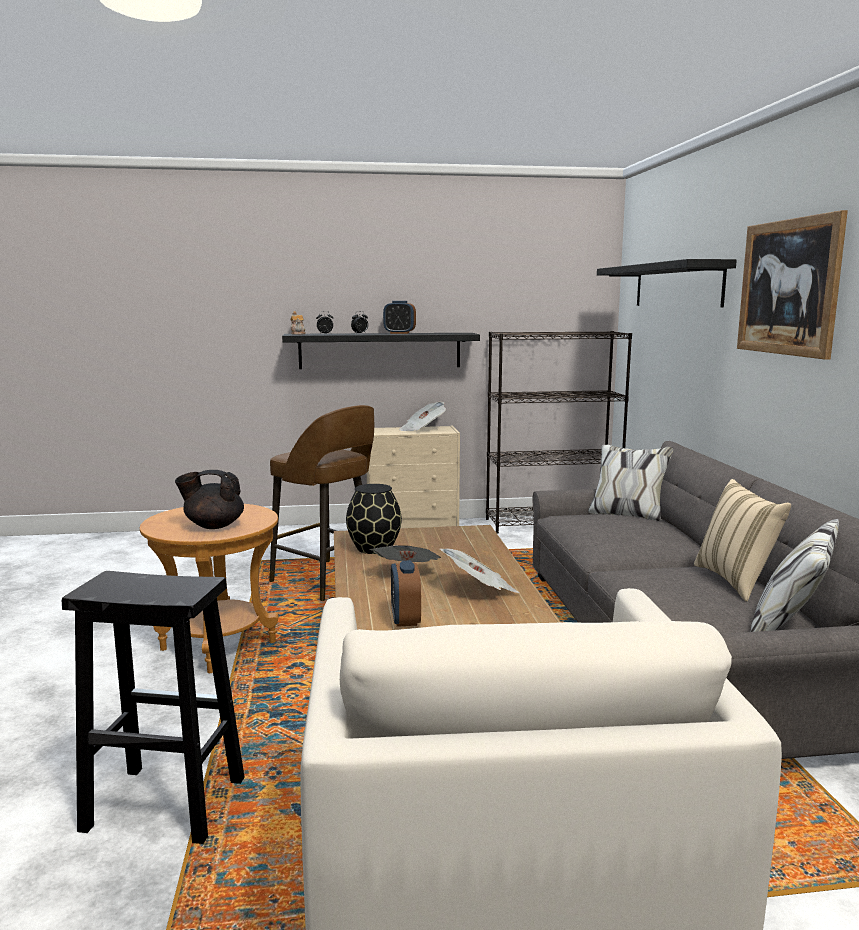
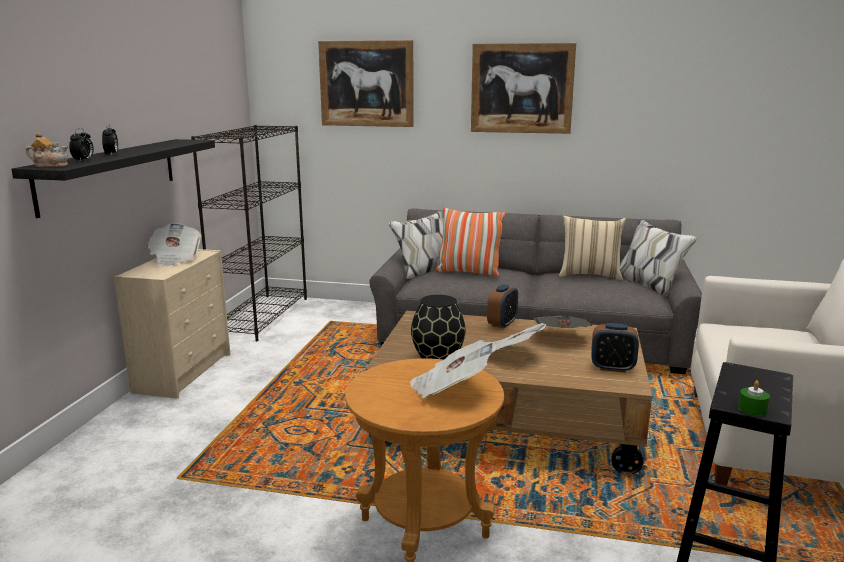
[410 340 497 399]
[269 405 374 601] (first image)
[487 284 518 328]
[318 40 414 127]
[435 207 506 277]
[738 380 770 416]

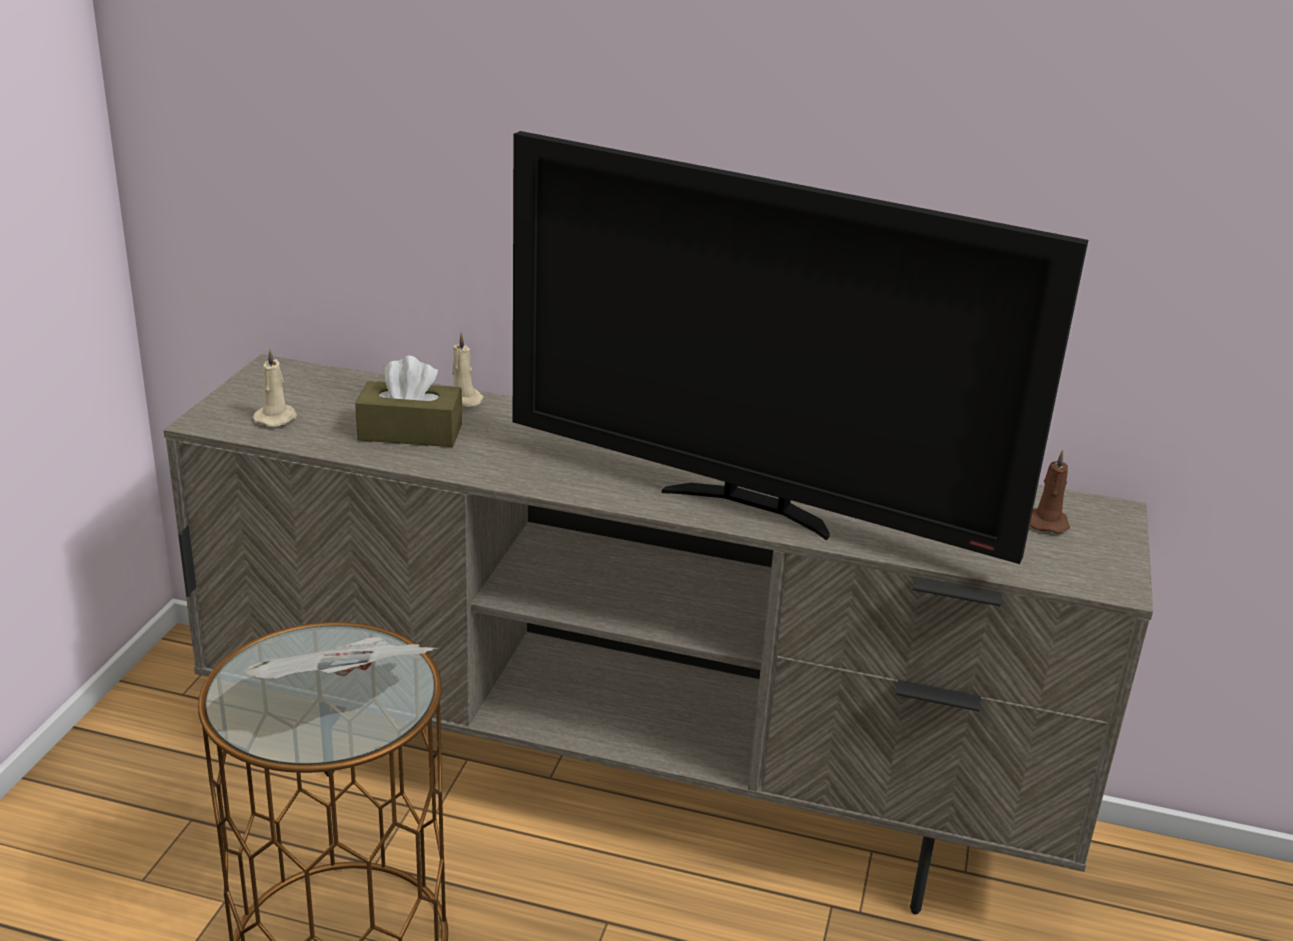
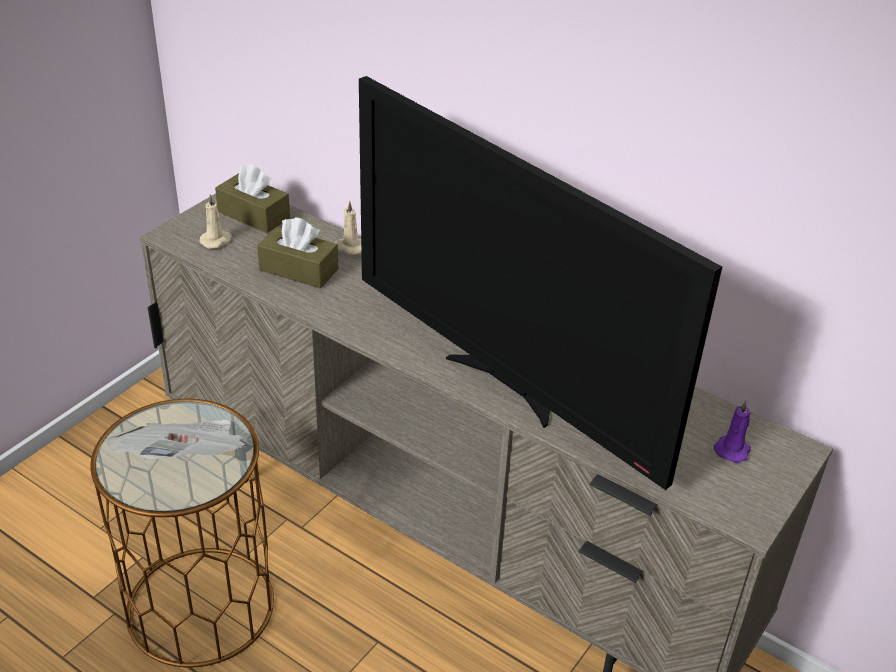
[714 400 751 463]
[215 164 290 233]

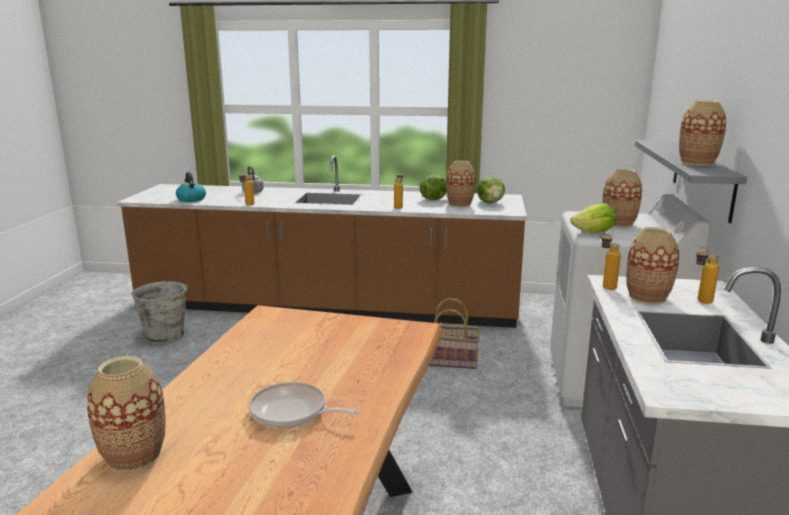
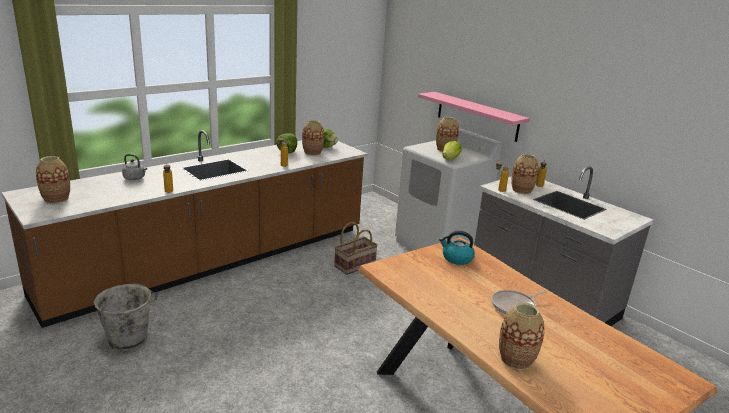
[439 231 475 265]
[418 92 530 142]
[36 156 70 204]

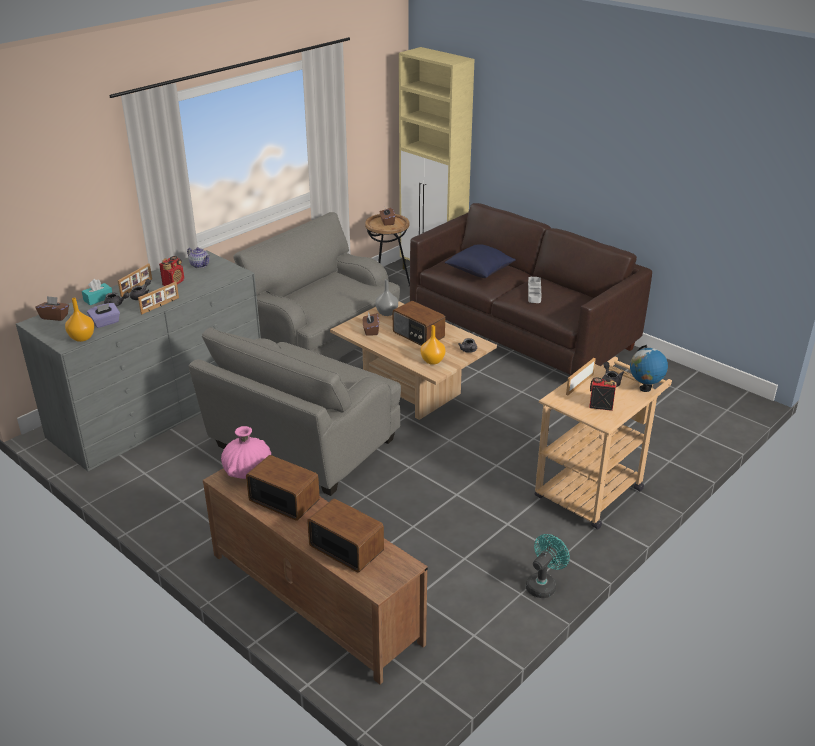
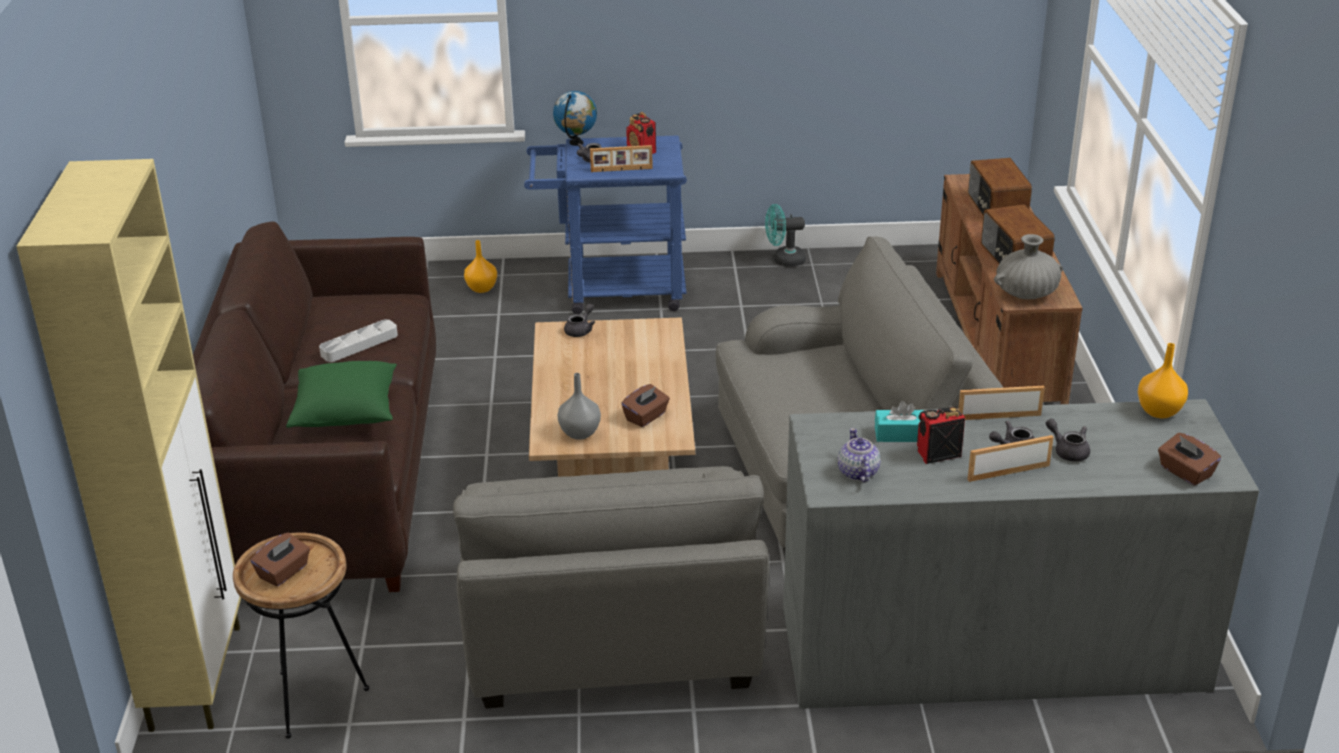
[875 401 924 442]
[87 303 120 328] (first image)
[994 234 1063 299]
[393 301 445 346] (first image)
[464 240 497 293]
[286 361 397 428]
[524 135 687 314]

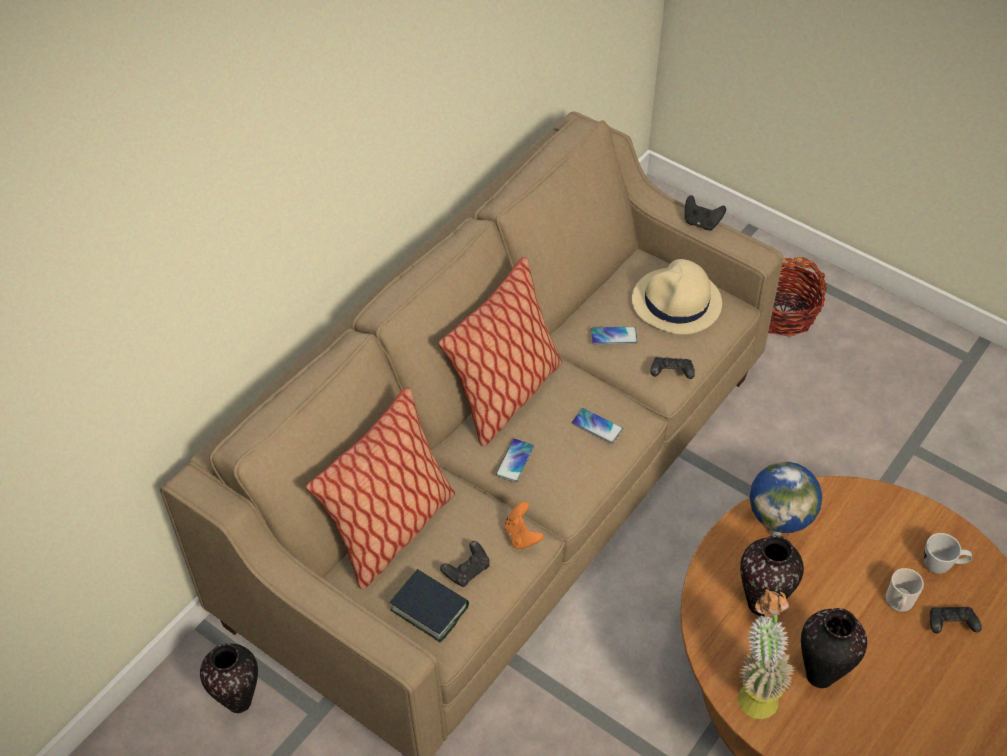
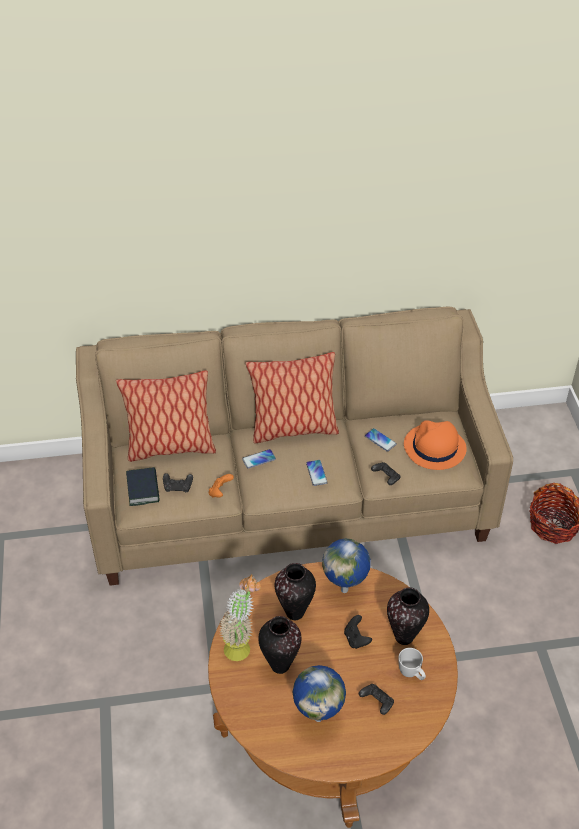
[387 587 429 645]
[404 420 467 470]
[344 615 372 649]
[886 568 924 612] (first image)
[292 665 346 722]

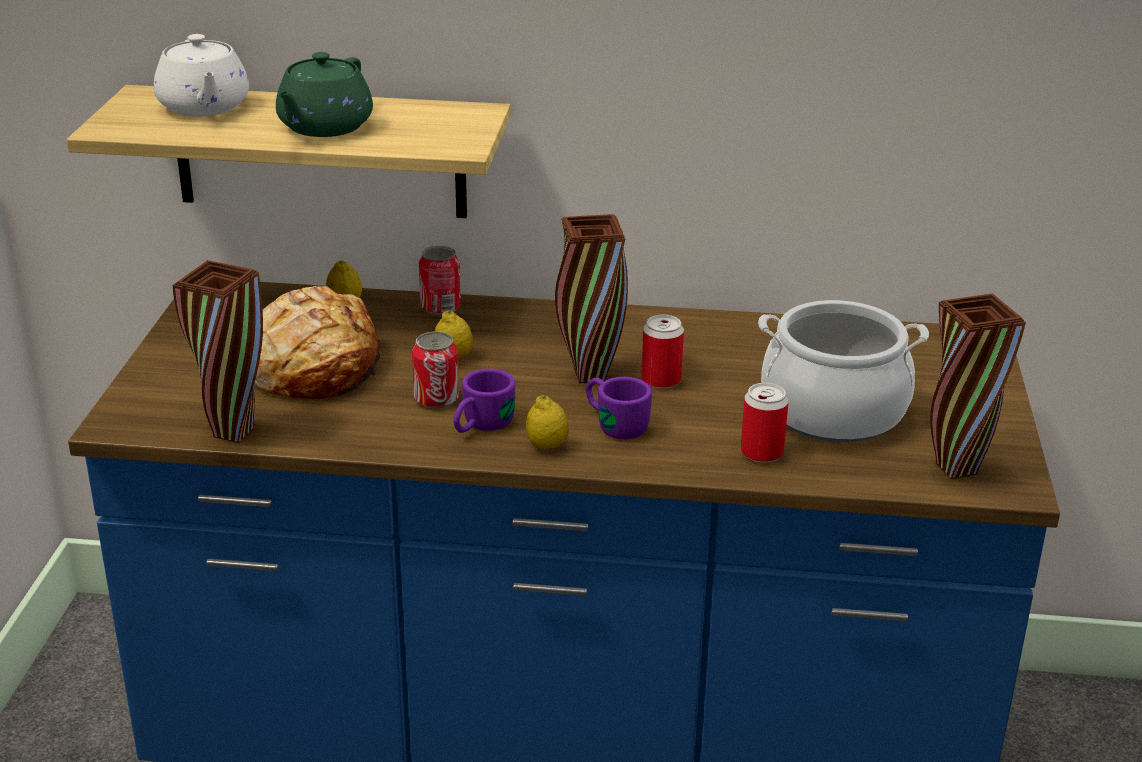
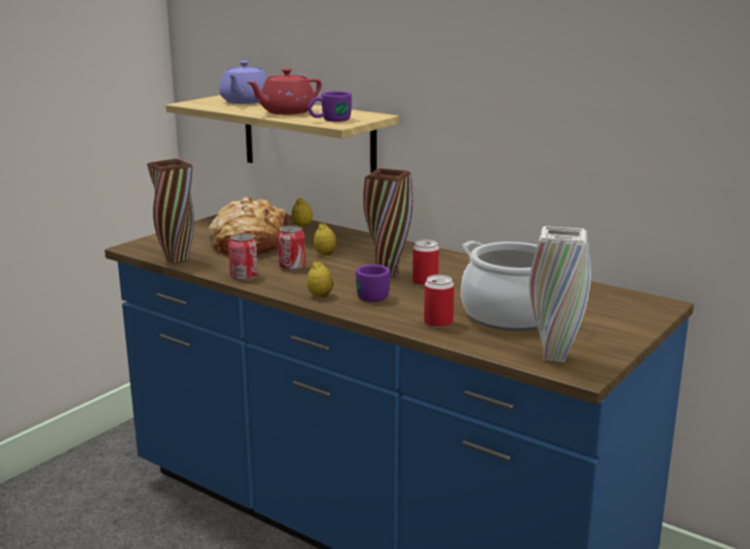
[219 61 267 104]
[246 69 322 115]
[228 233 258 280]
[308 91 352 122]
[529 226 591 362]

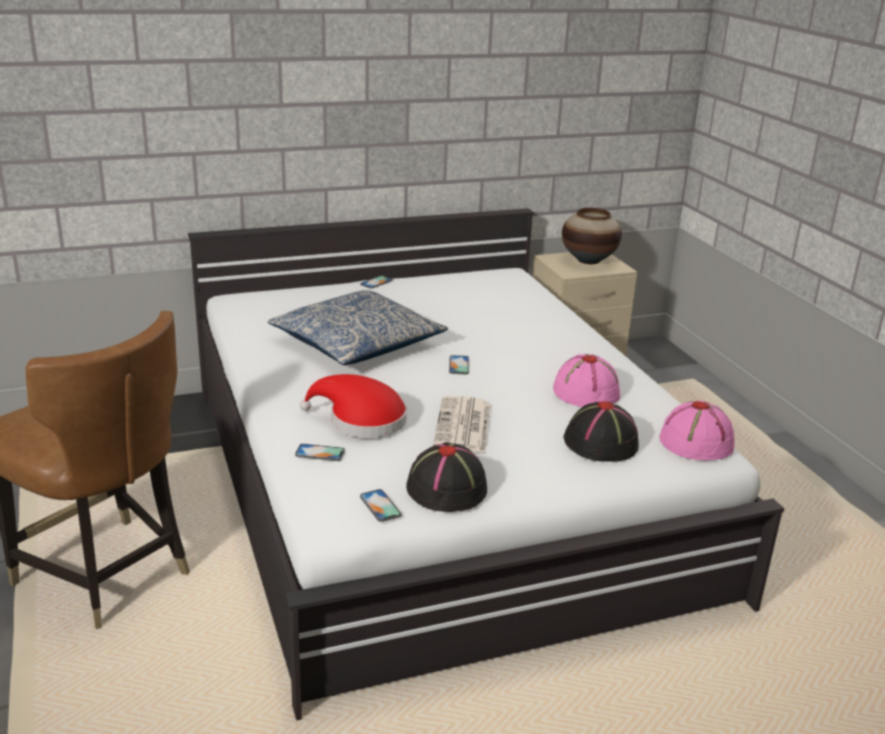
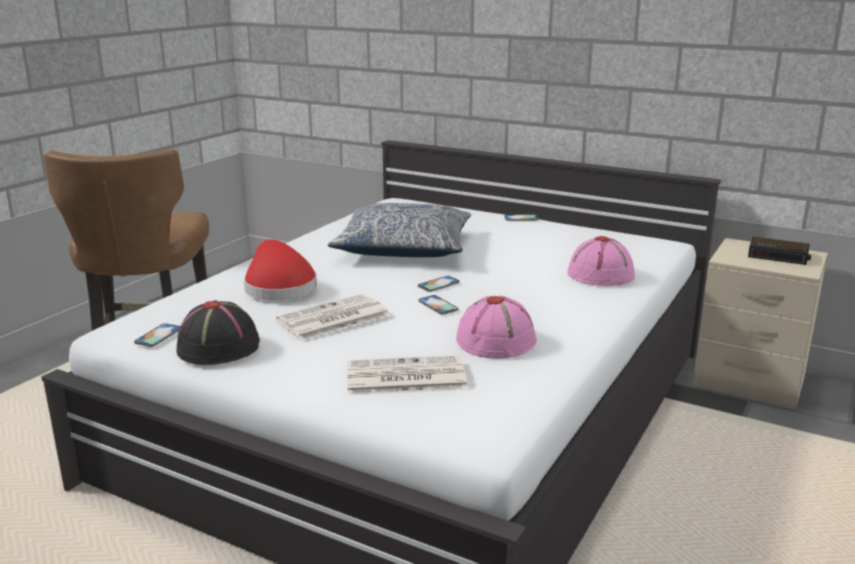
[419 295 458 315]
[748 237 811 265]
[347 356 468 395]
[567 236 635 286]

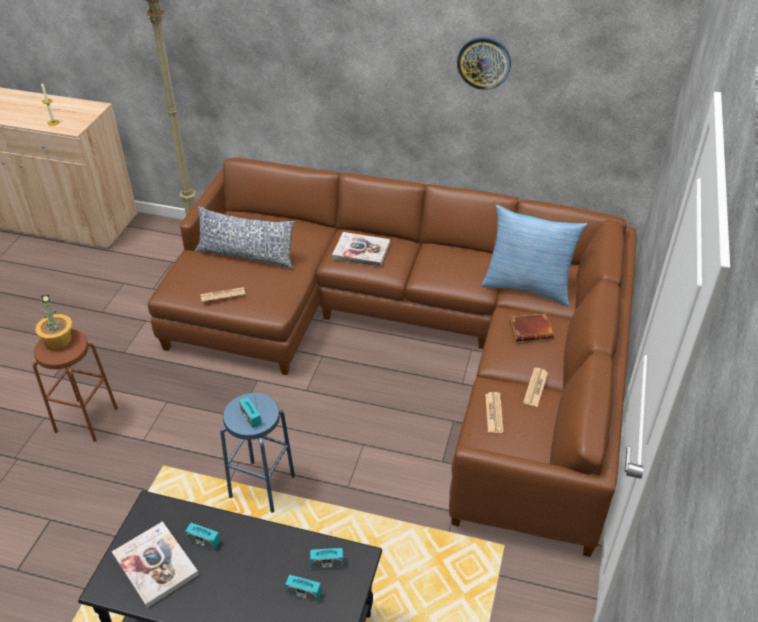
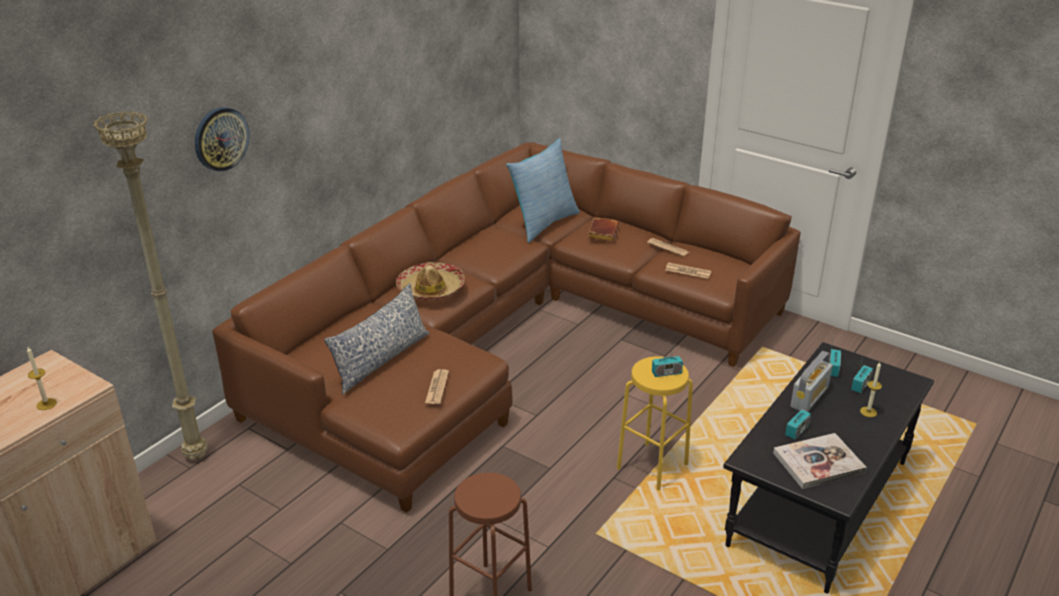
[35 294 73 349] (first image)
[617 356 693 490]
[396 262 465 300]
[195 107 250 172]
[790 351 833 412]
[860 362 882 417]

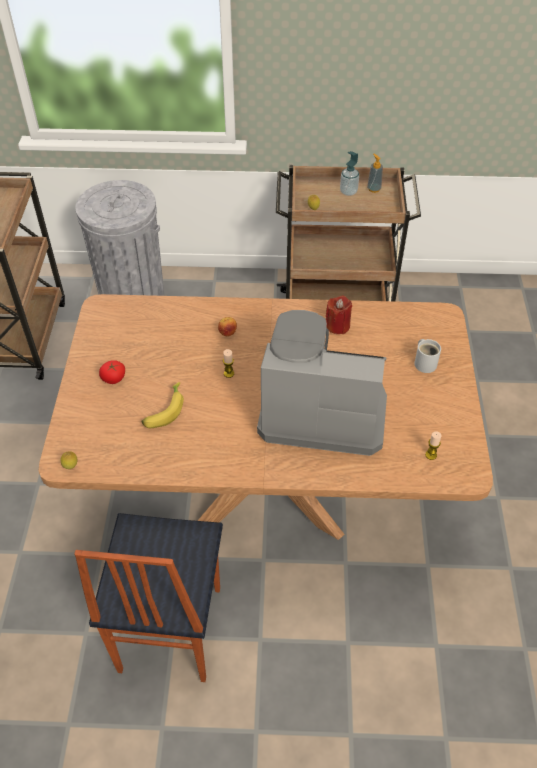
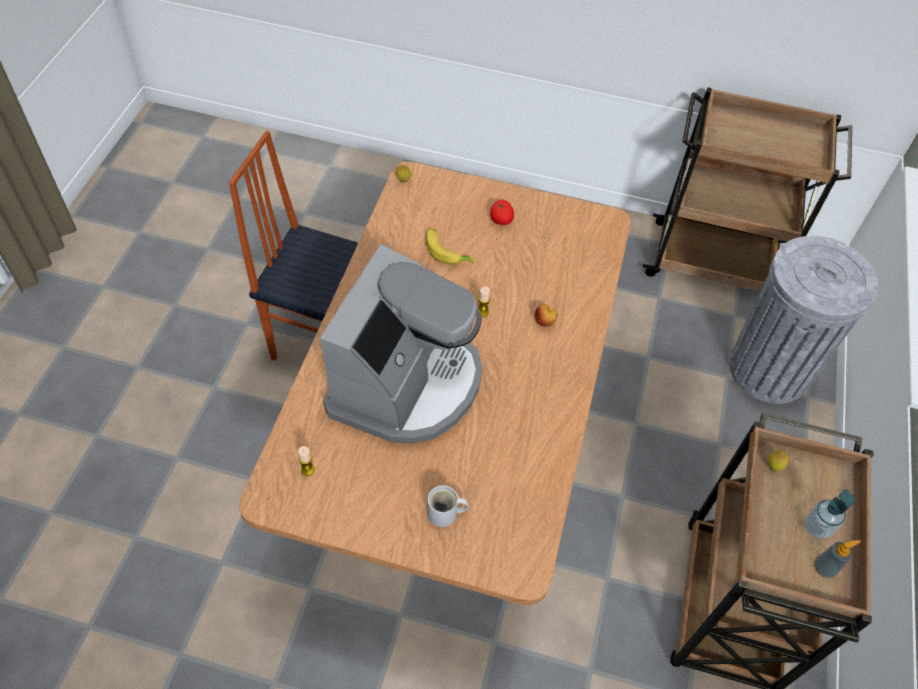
[326 295 352 334] (first image)

